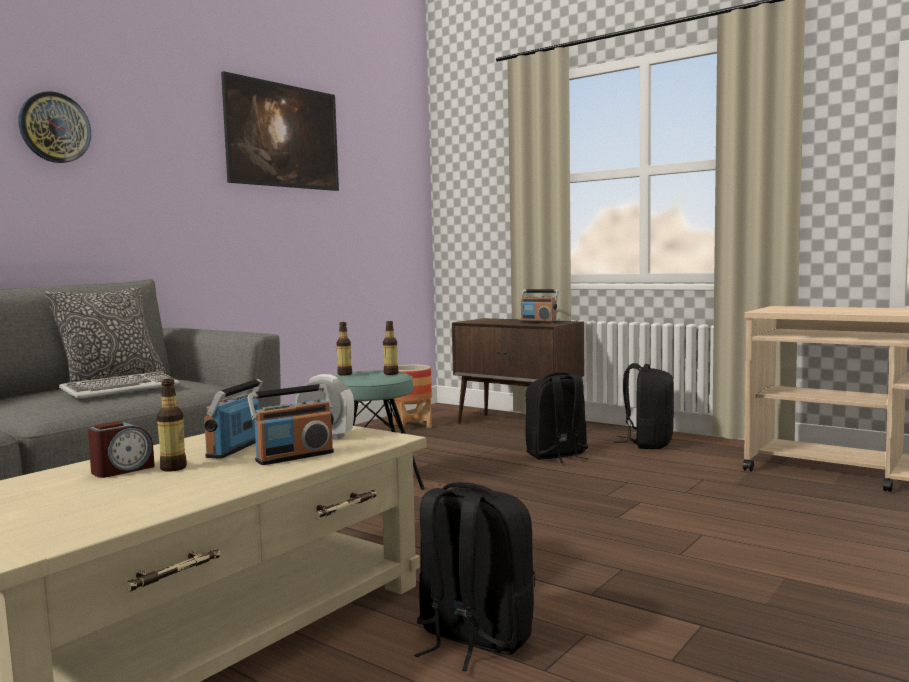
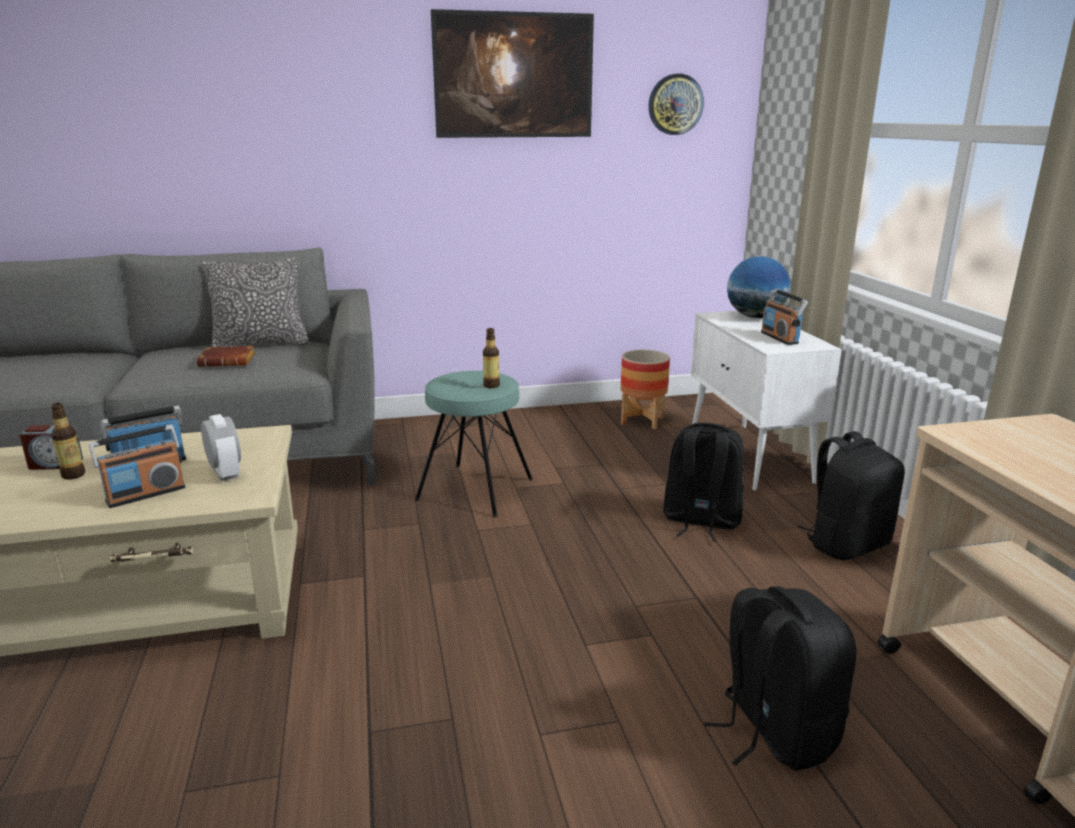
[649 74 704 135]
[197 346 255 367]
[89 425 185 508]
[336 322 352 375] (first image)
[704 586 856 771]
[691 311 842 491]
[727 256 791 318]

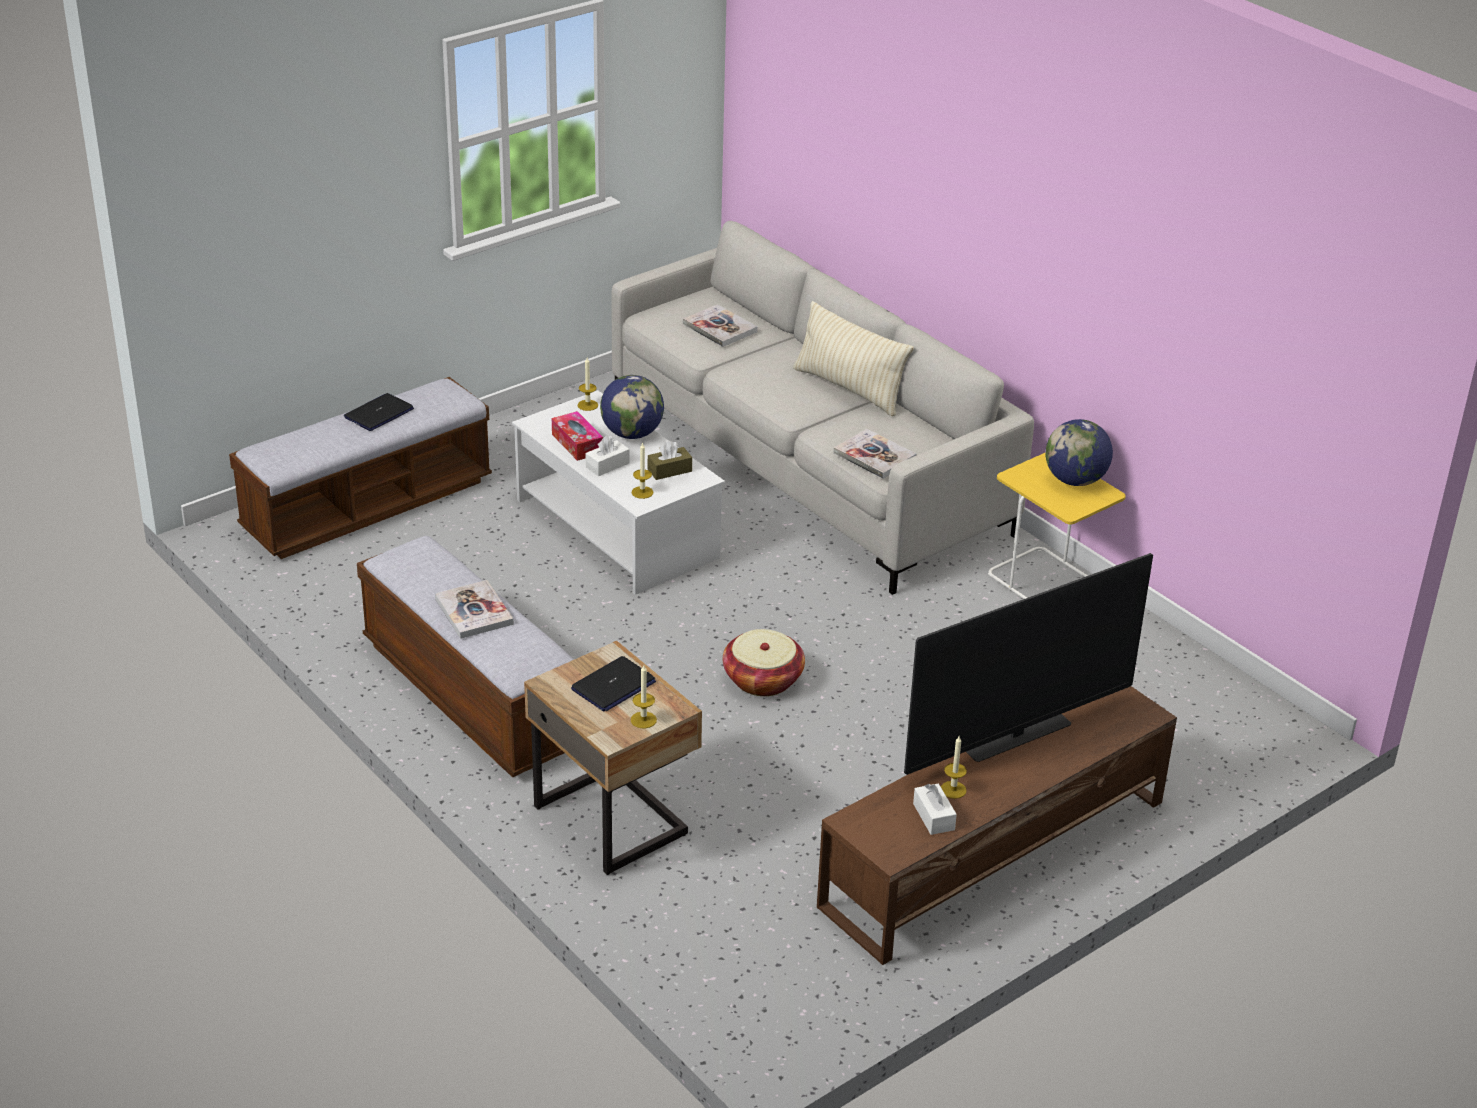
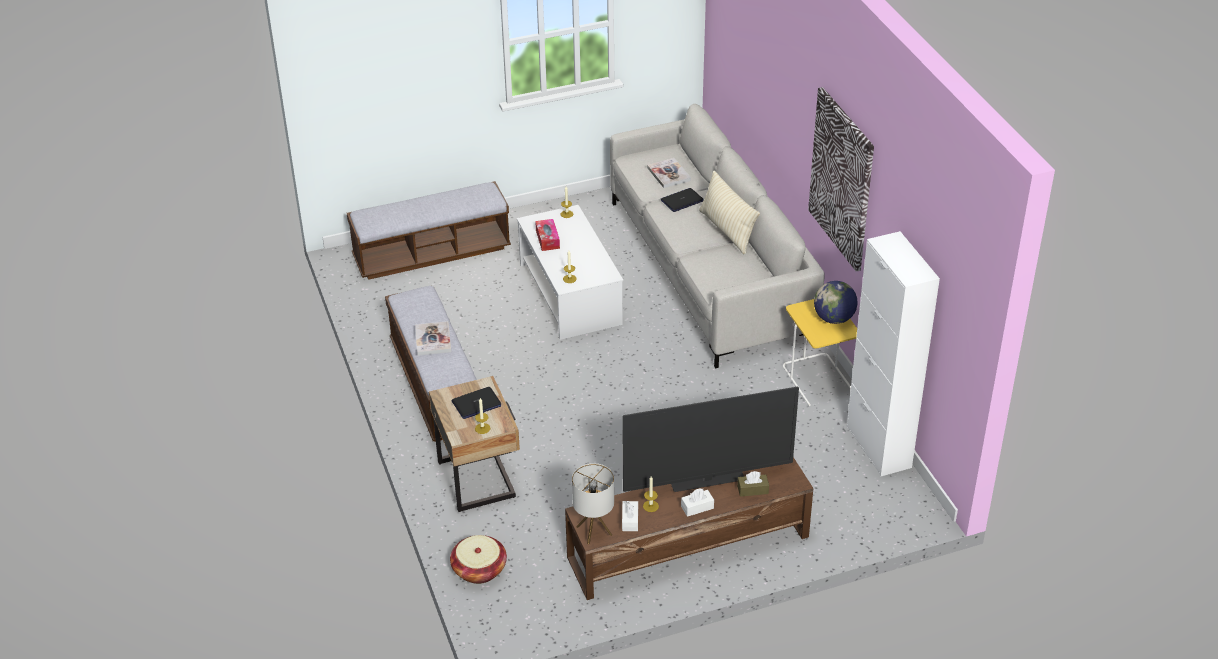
[661 188 704 212]
[681 489 714 517]
[600 375 664 439] (first image)
[737 471 769 497]
[450 535 507 584]
[833 429 917 479] (first image)
[572 463 614 544]
[808 87 874 272]
[847 231 940 476]

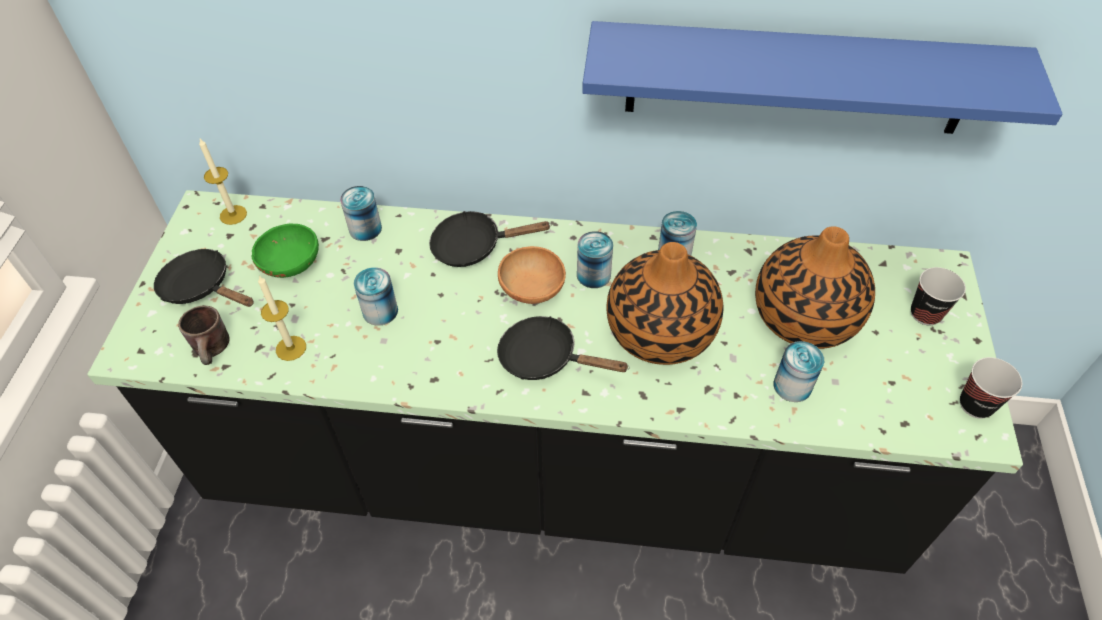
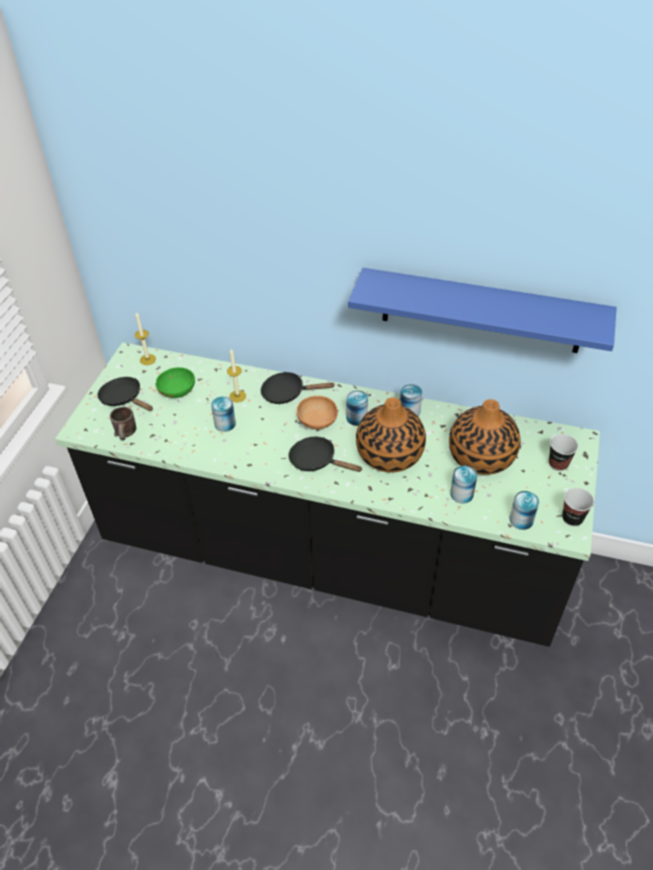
[227 349 246 402]
[509 491 539 530]

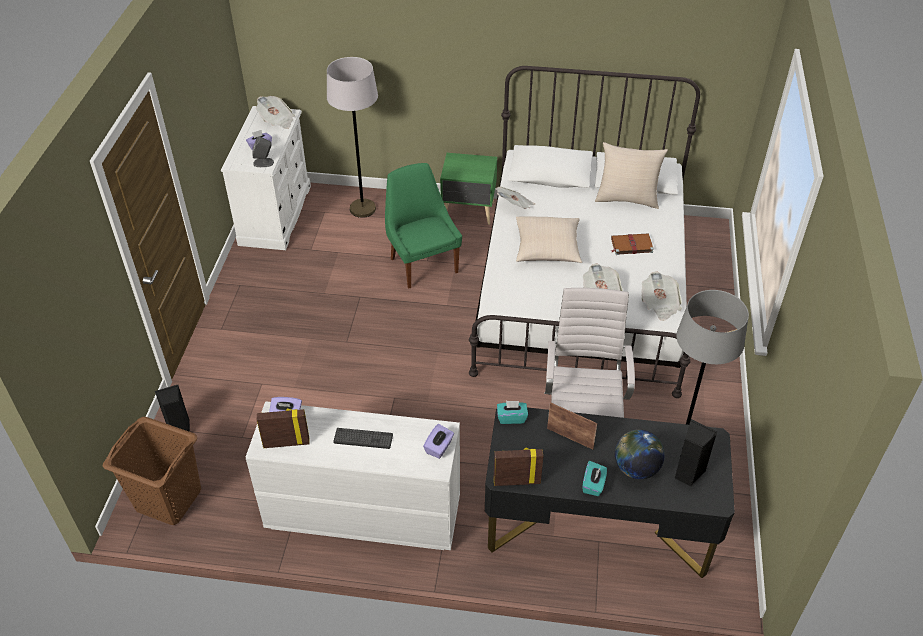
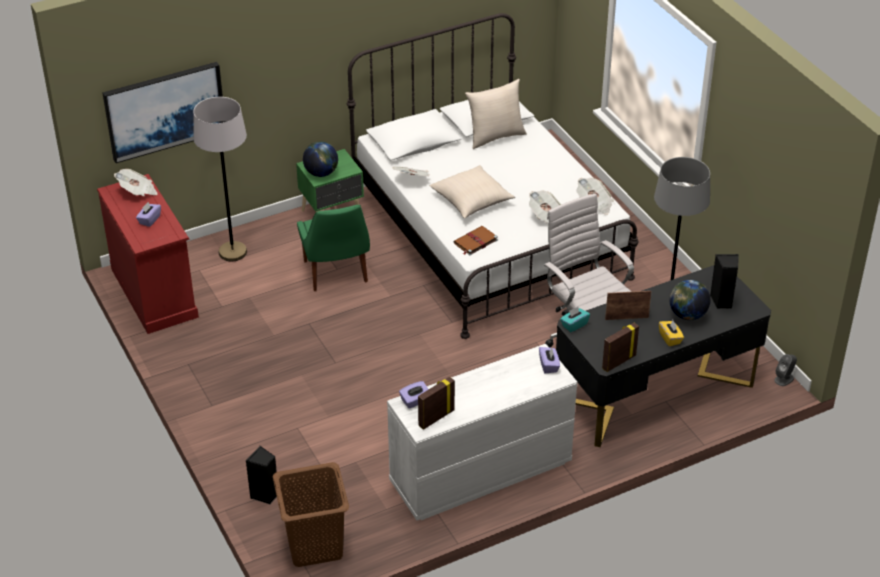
[97 174 199 334]
[774 354 797 386]
[333 428 393 449] (first image)
[297 205 370 291]
[659 320 684 346]
[454 226 498 255]
[102 62 223 163]
[303 141 338 177]

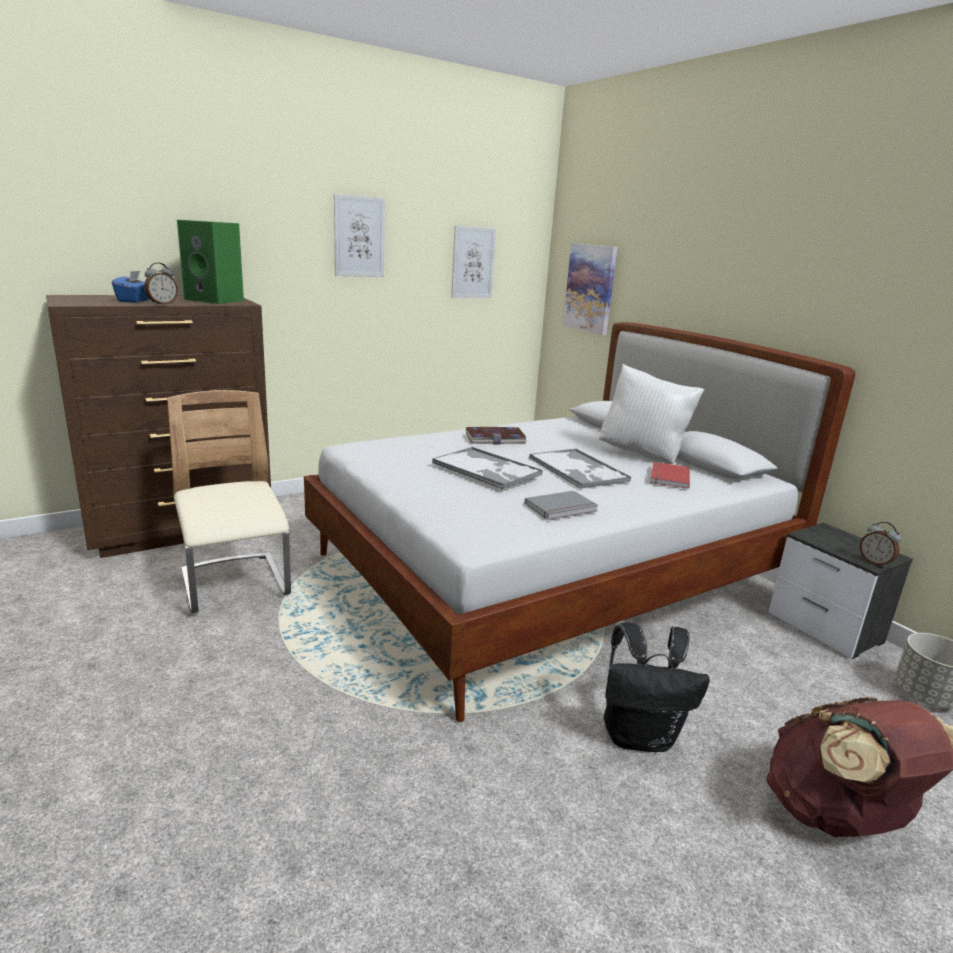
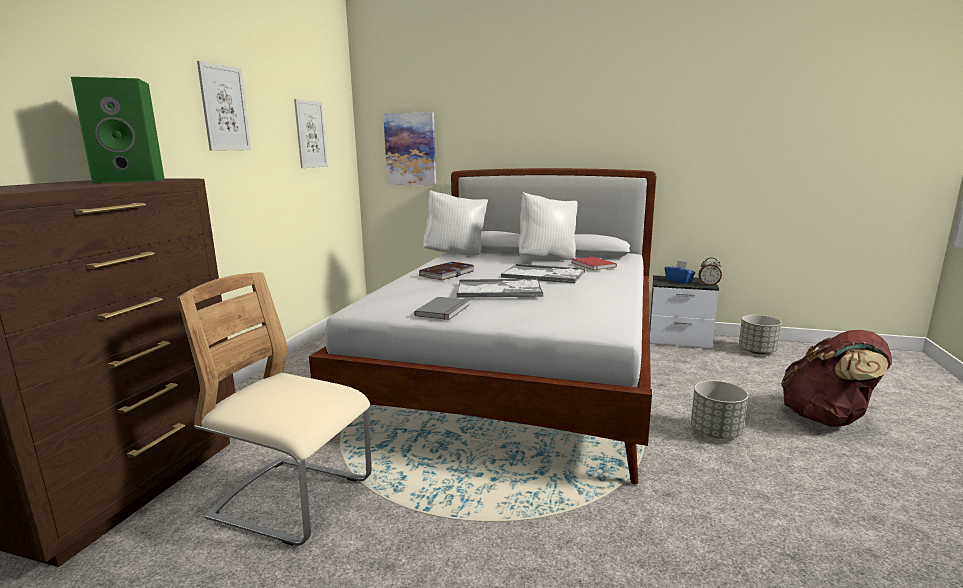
[665 260 696 284]
[144 262 178 305] (first image)
[414 297 470 320]
[691 380 748 439]
[423 190 488 255]

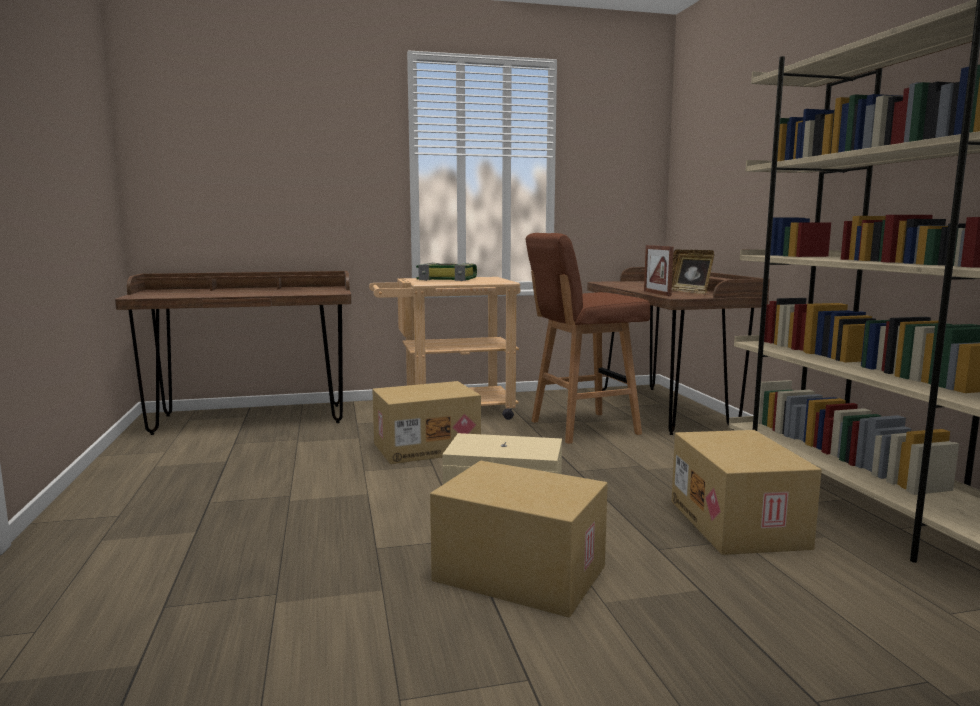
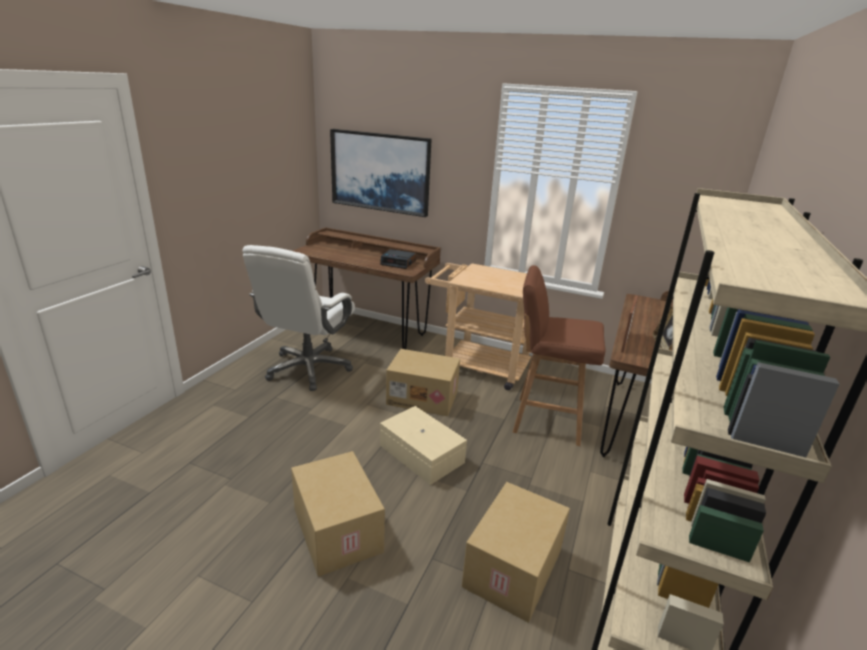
[416 262 477 281] (first image)
[243 245 355 391]
[330 129 432 217]
[380 249 416 269]

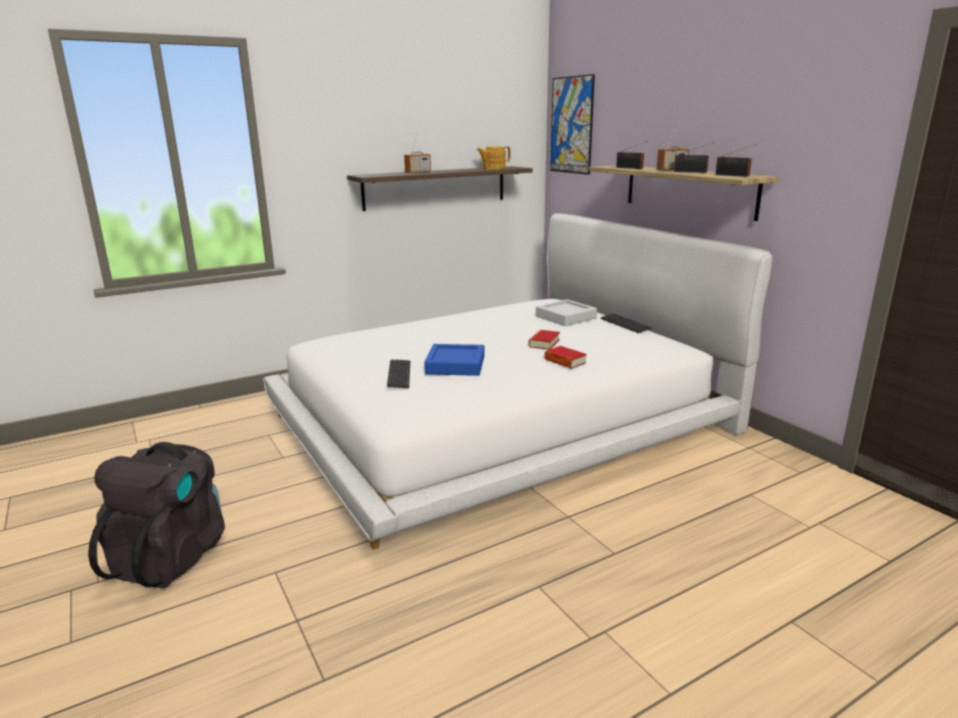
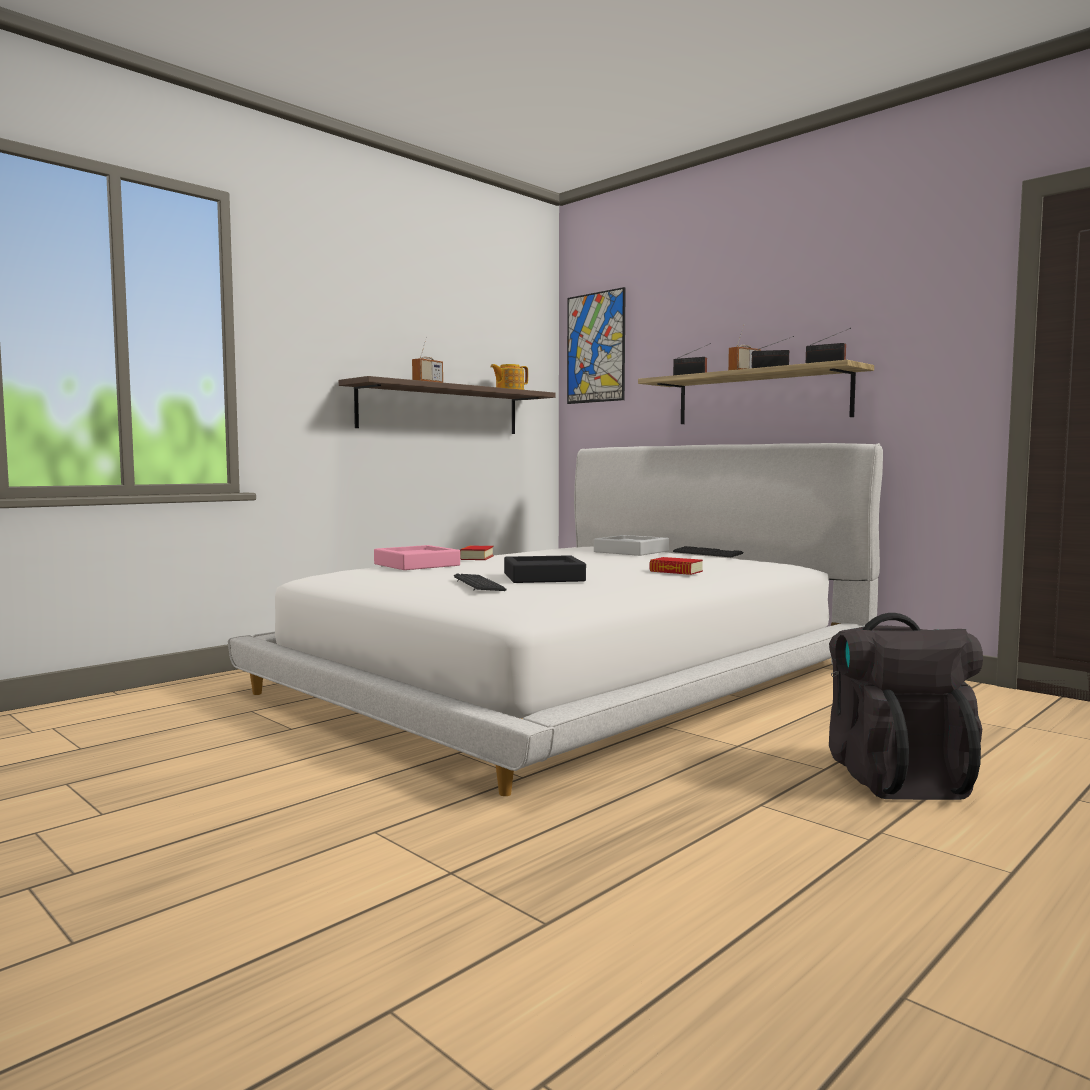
[829 613 983 800]
[504 555 586 583]
[460 546 494 560]
[374 545 460 570]

